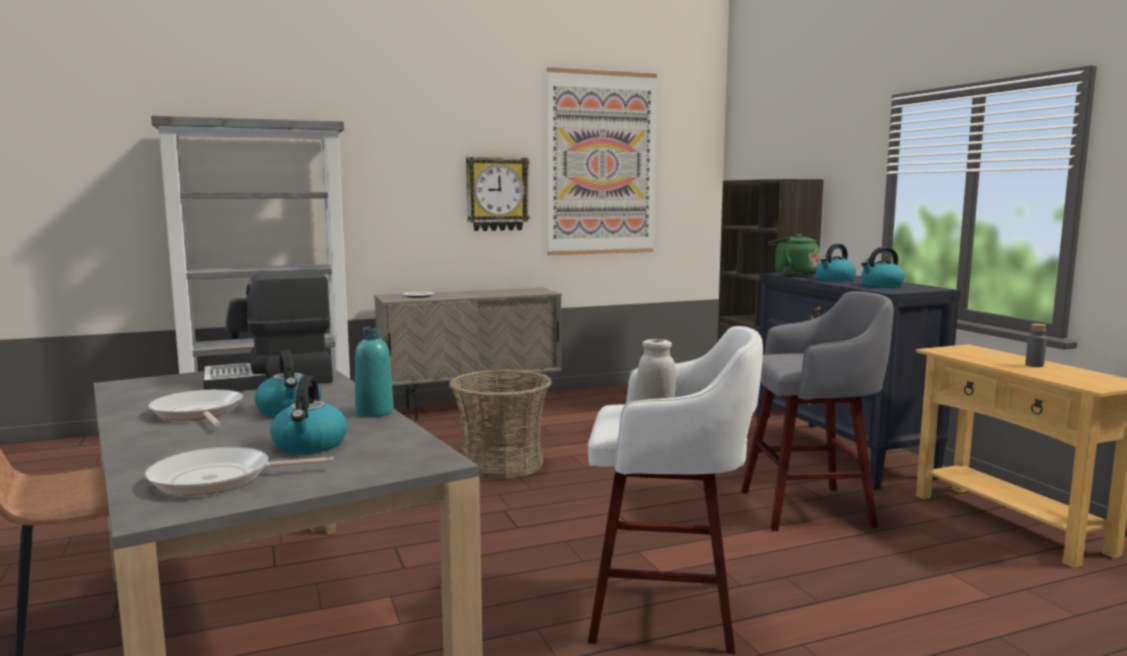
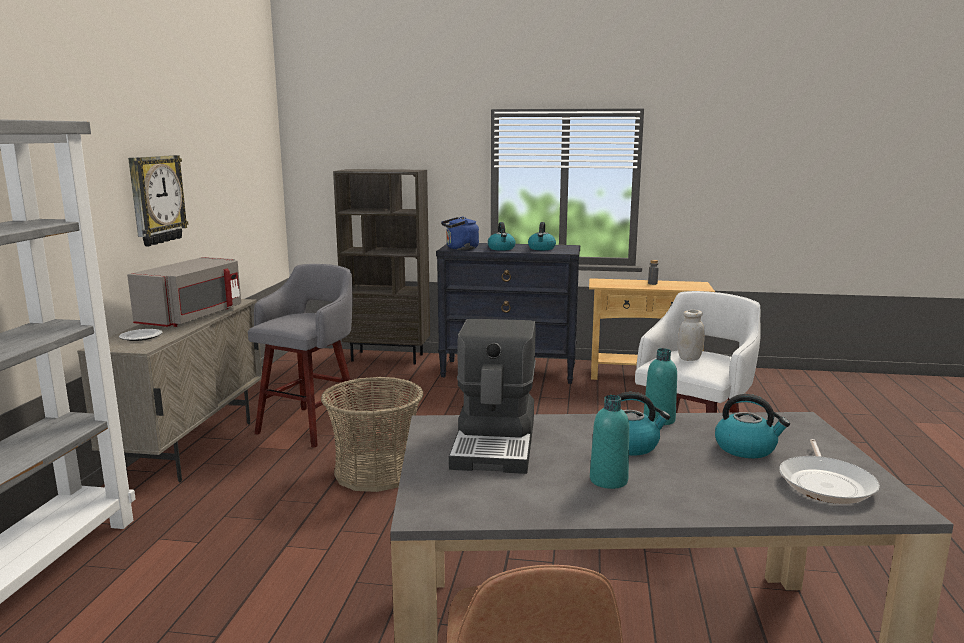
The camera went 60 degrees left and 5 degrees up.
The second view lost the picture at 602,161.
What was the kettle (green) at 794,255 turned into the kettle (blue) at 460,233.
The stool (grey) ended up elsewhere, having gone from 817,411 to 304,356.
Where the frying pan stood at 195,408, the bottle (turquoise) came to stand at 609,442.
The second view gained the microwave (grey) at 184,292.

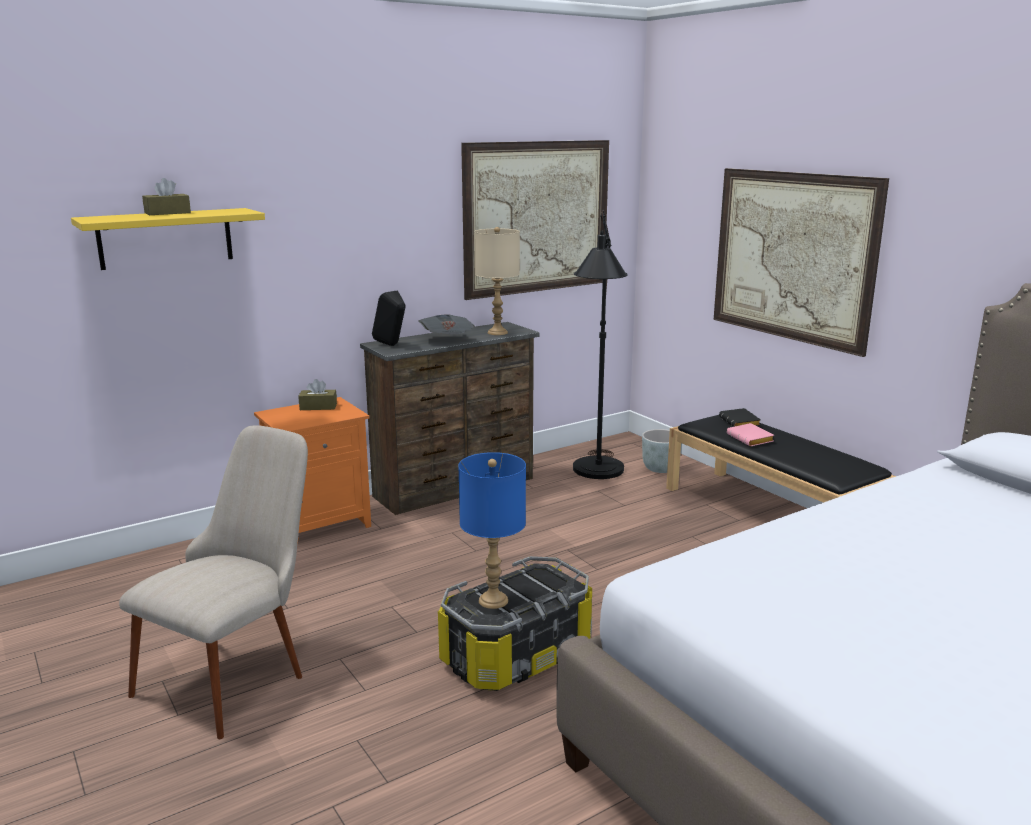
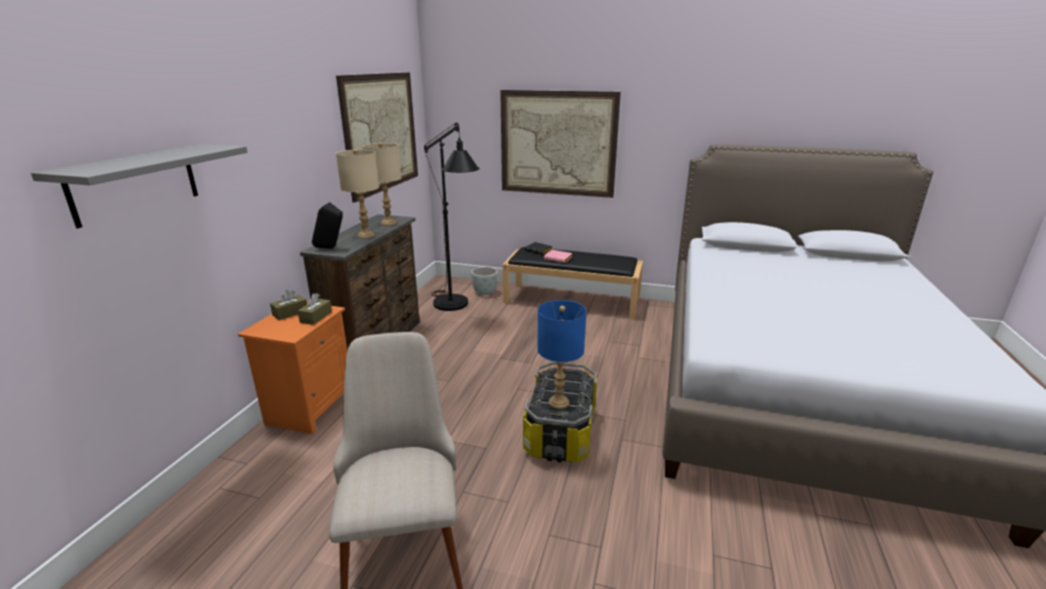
The camera went 40 degrees left and 5 degrees up.
The tissue box (brown) ended up elsewhere, having gone from 166,196 to 315,309.
What was the shelf (yellow) at 168,239 turned into the shelf (grey) at 139,186.
Where the newspaper stood at 446,324, the table lamp (beige) came to stand at 357,193.

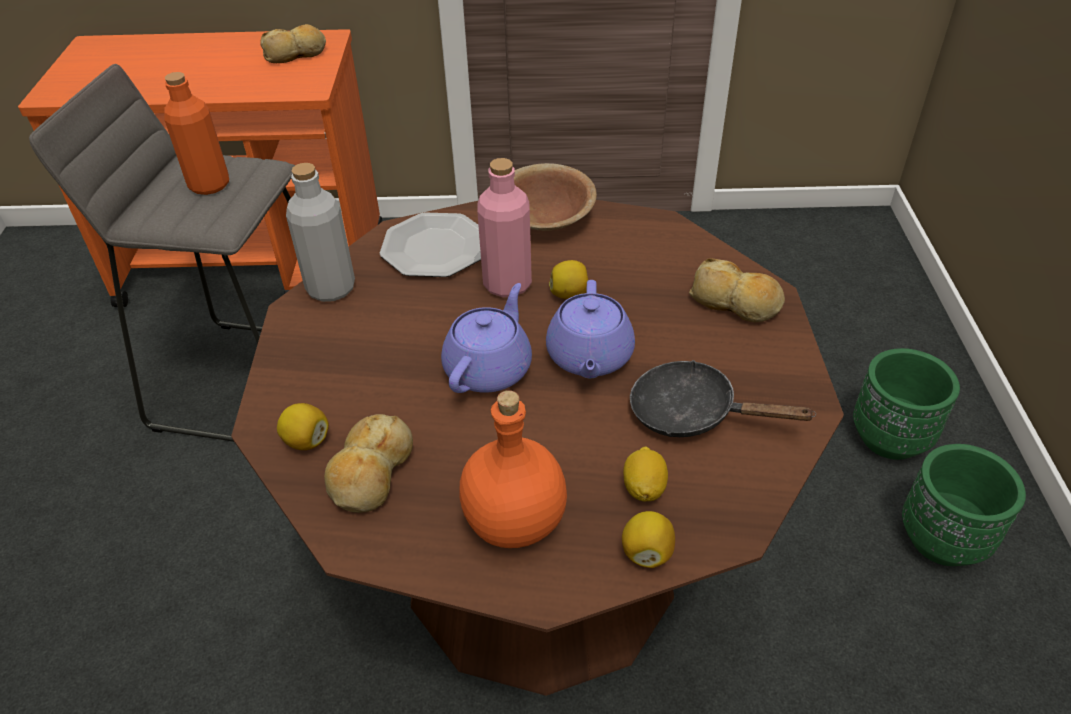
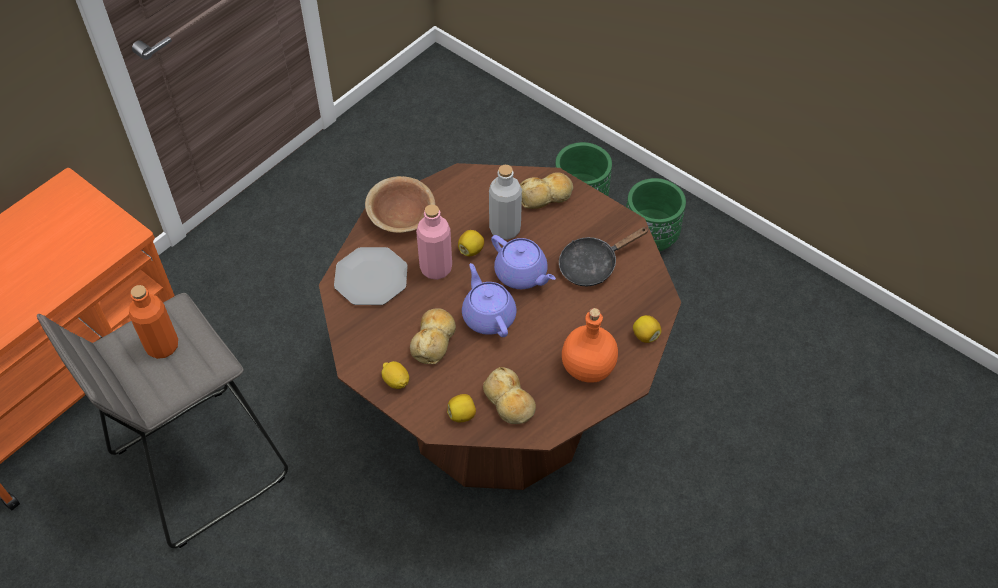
The camera went 50 degrees left and 10 degrees up.
The bread ended up elsewhere, having gone from 293,43 to 433,336.
The bottle (grey) ended up elsewhere, having gone from 320,232 to 505,202.
The lemon ended up elsewhere, having gone from 645,473 to 395,375.

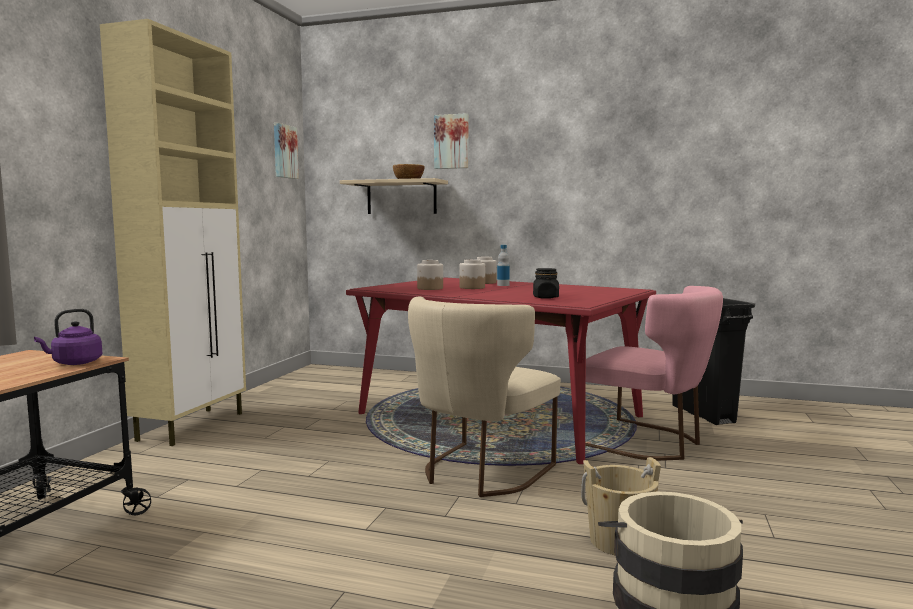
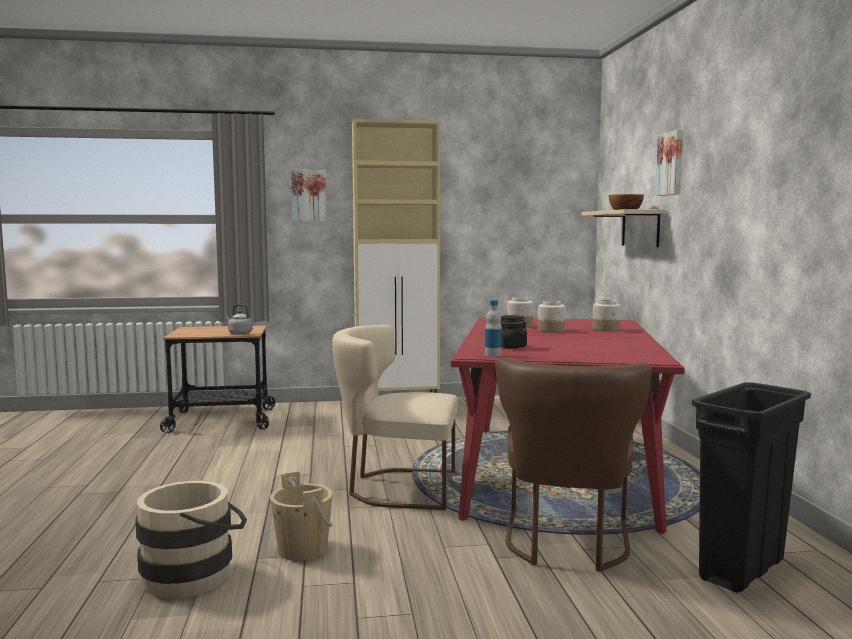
The camera went 65 degrees right and 0 degrees up.
The picture ended up elsewhere, having gone from 286,151 to 308,196.
The bottle ended up elsewhere, having gone from 503,265 to 493,328.
What was the chair (pink) at 654,373 turned into the chair (brown) at 573,464.
What was the kettle (purple) at 68,337 turned into the kettle (grey) at 239,319.

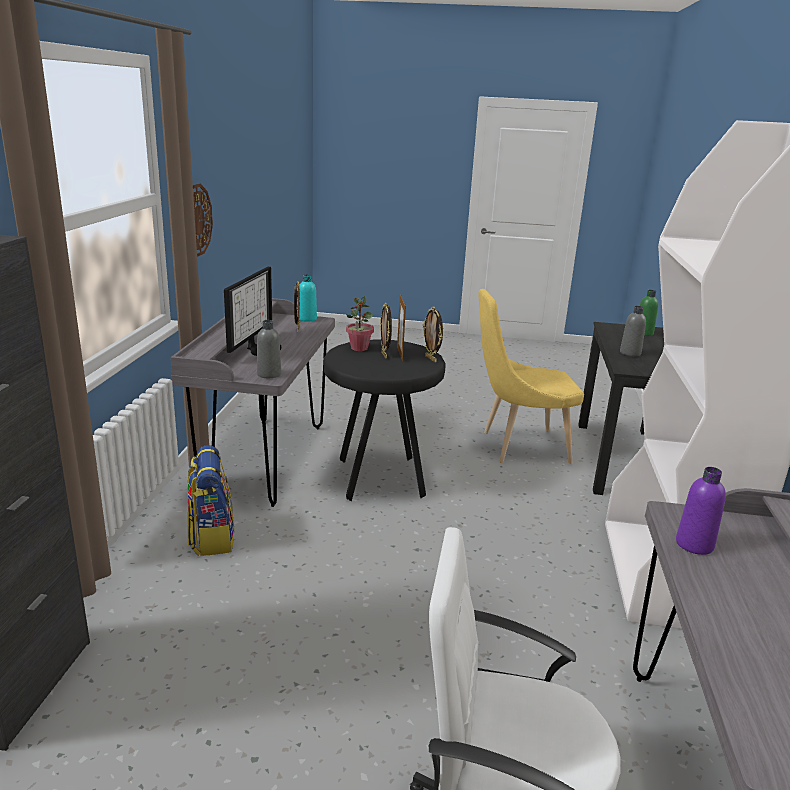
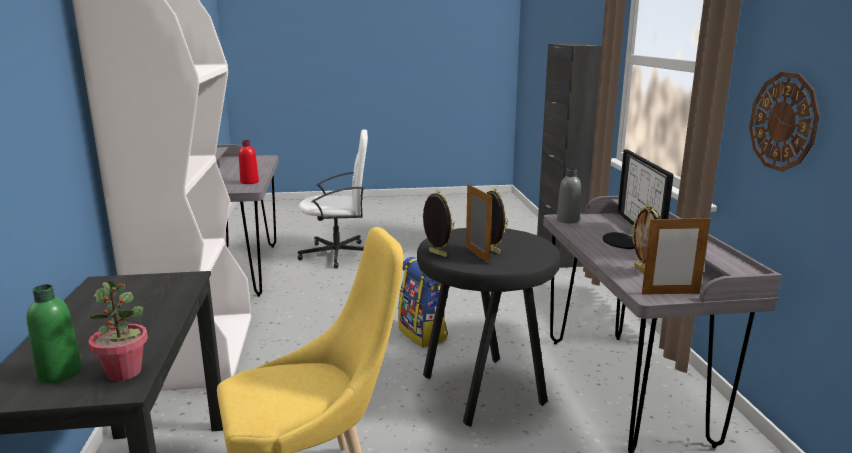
The camera went 165 degrees right and 5 degrees down.
Where the bottle (turquoise) stood at 308,298, the picture frame came to stand at 676,255.
The potted plant ended up elsewhere, having gone from 360,323 to 118,330.
The second view lost the bottle (grey) at 633,331.
The backpack ended up elsewhere, having gone from 210,500 to 423,302.
What was the bottle (purple) at 701,511 turned into the bottle (red) at 249,162.

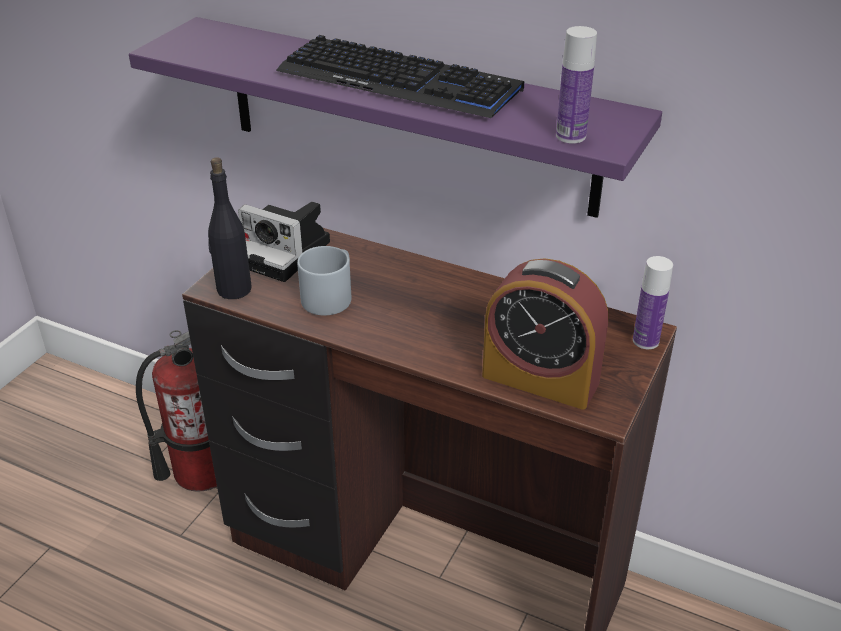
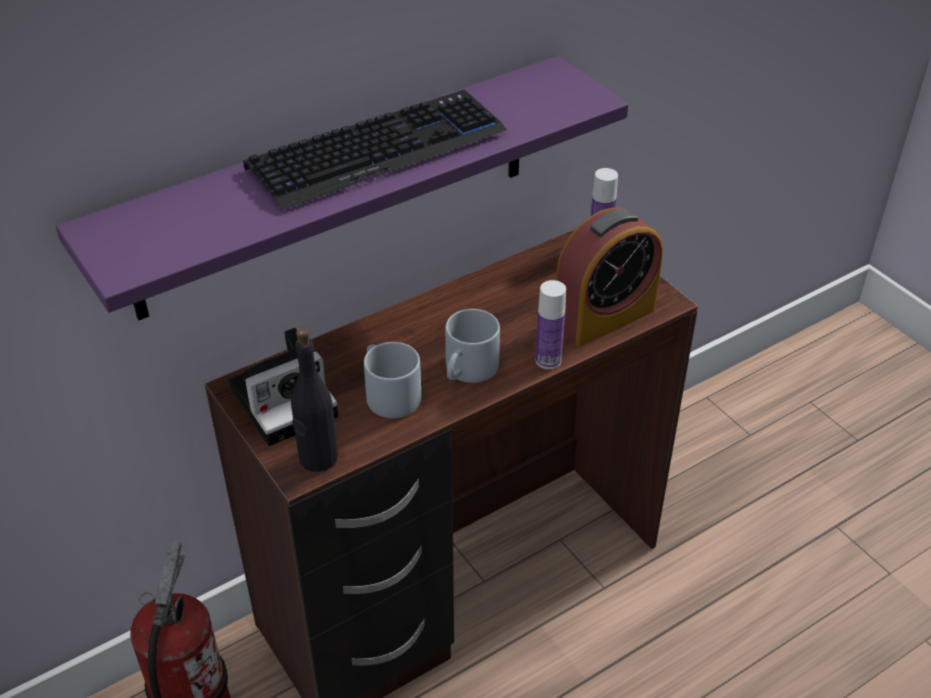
The camera went 60 degrees left and 5 degrees up.
The bottle ended up elsewhere, having gone from 576,84 to 551,324.
The second view gained the mug (grey) at 472,346.

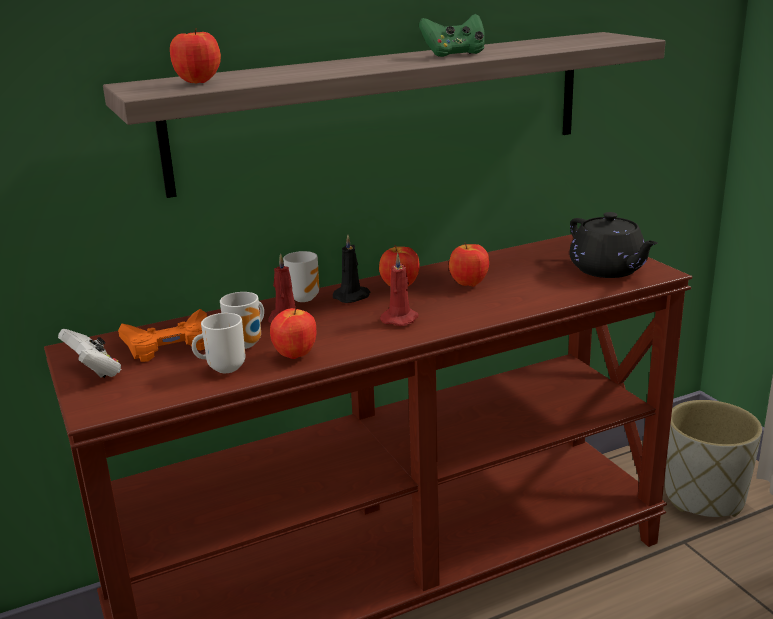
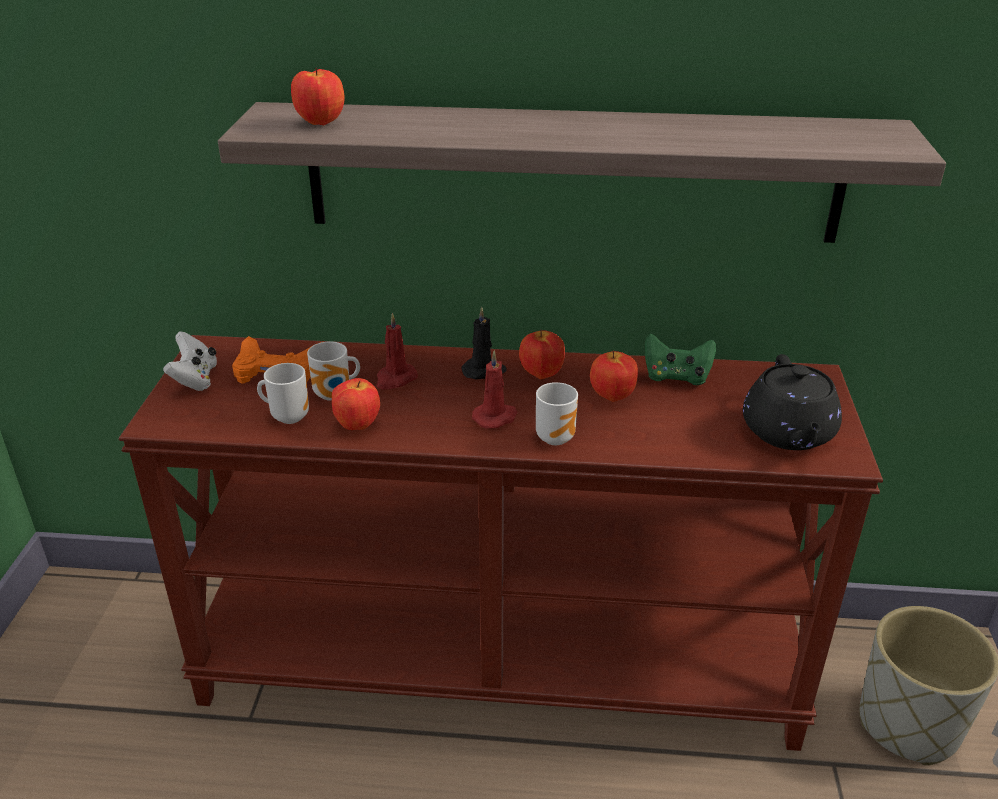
The camera went 30 degrees right and 10 degrees up.
The game controller (green) ended up elsewhere, having gone from 452,35 to 680,359.
The mug ended up elsewhere, having gone from 301,276 to 557,413.

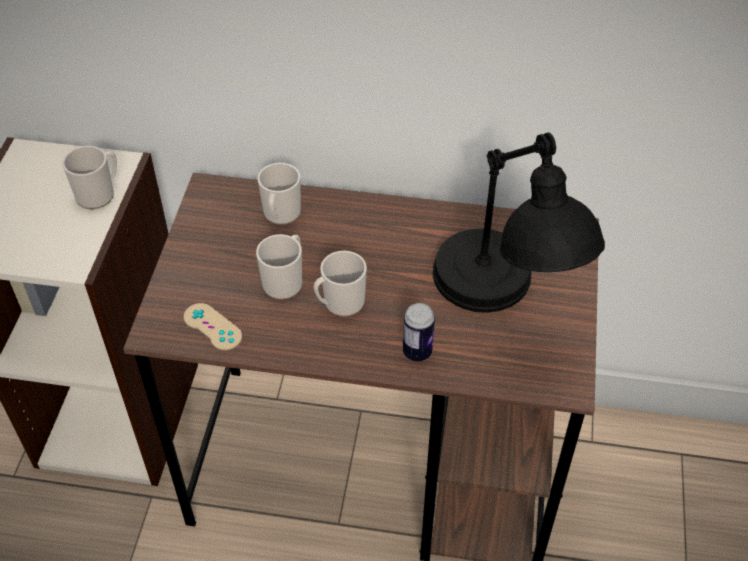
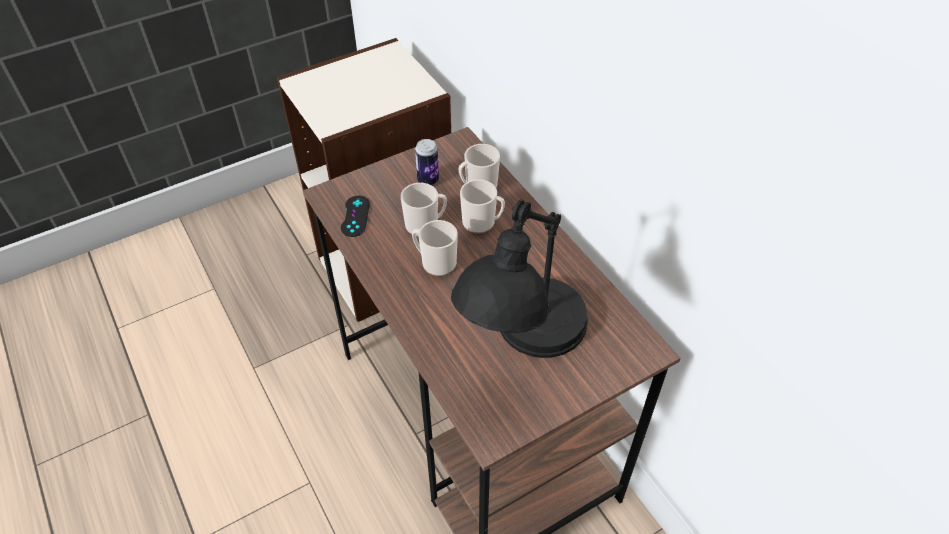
The camera went 50 degrees right and 0 degrees up.
The mug ended up elsewhere, having gone from 89,177 to 482,206.
What was the game controller (beige) at 213,326 turned into the game controller (black) at 355,216.
The can ended up elsewhere, having gone from 419,332 to 427,162.

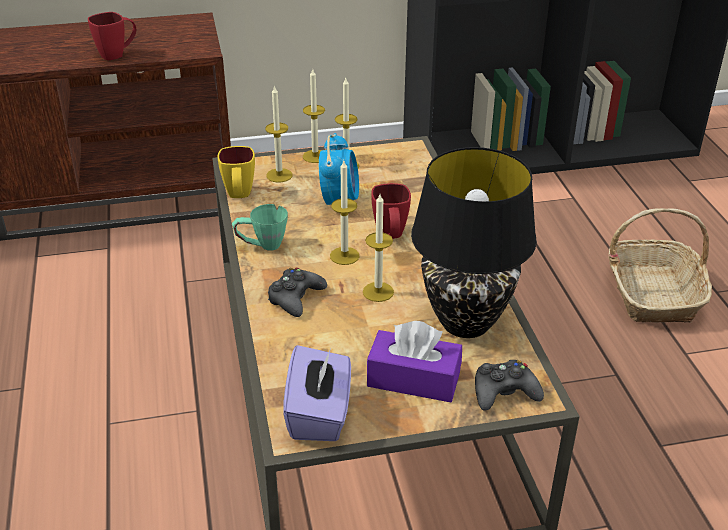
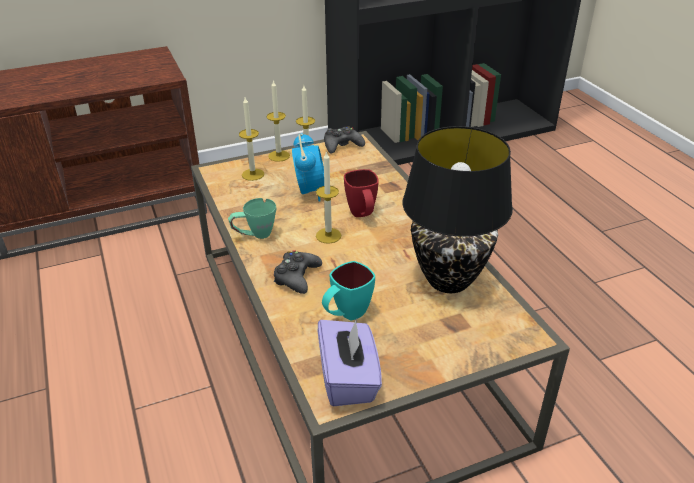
The camera went 10 degrees left and 0 degrees up.
The second view lost the mug (red) at 112,36.
The second view lost the mug (yellow) at 236,172.
The second view lost the candle at 378,248.
The second view lost the basket at 660,265.
The second view lost the tissue box (purple) at 414,361.
The game controller (black) ended up elsewhere, having gone from 509,385 to 344,140.
The second view gained the mug (turquoise) at 348,291.

